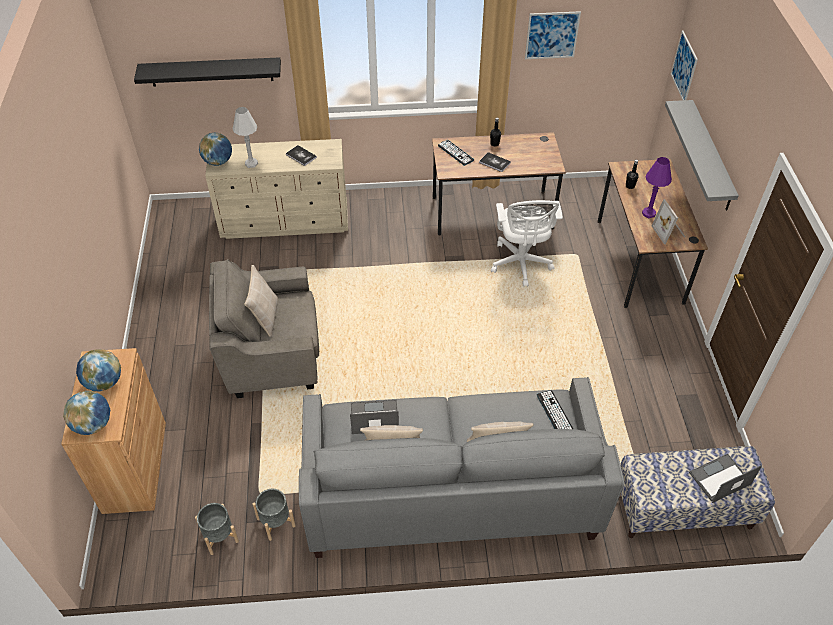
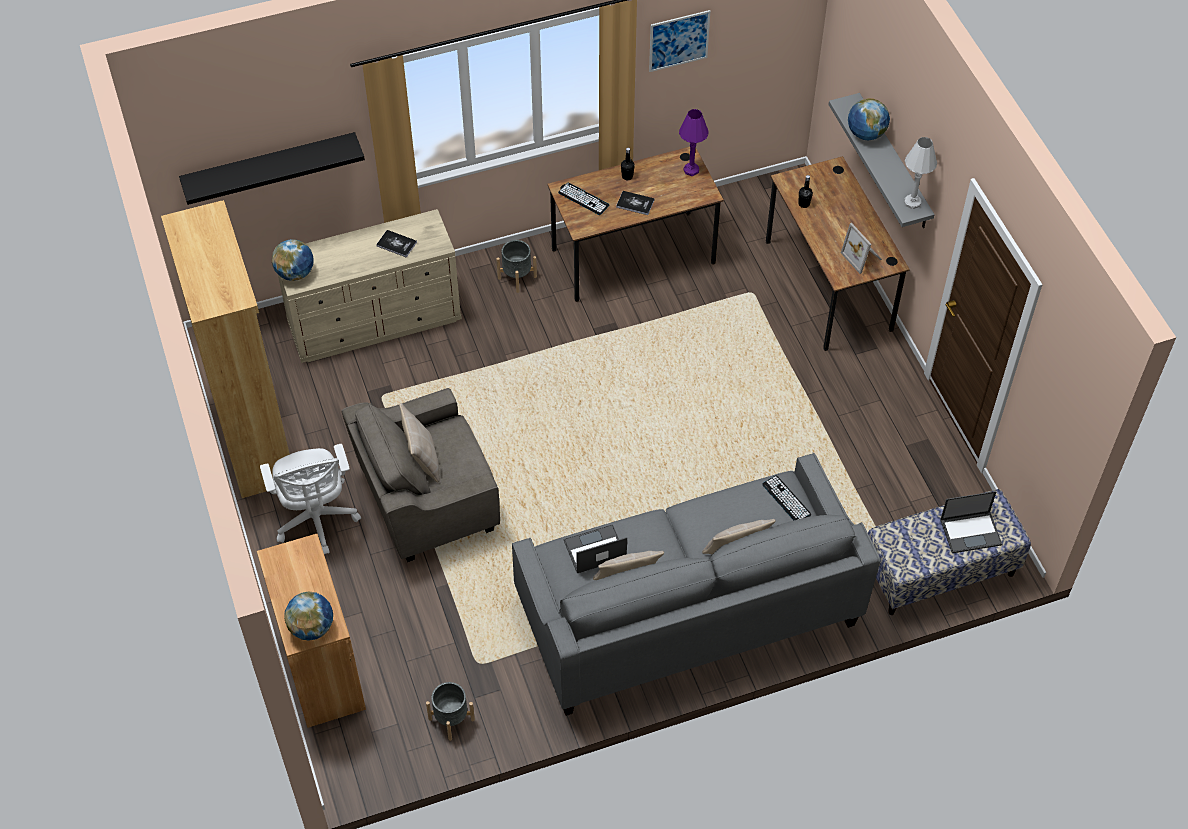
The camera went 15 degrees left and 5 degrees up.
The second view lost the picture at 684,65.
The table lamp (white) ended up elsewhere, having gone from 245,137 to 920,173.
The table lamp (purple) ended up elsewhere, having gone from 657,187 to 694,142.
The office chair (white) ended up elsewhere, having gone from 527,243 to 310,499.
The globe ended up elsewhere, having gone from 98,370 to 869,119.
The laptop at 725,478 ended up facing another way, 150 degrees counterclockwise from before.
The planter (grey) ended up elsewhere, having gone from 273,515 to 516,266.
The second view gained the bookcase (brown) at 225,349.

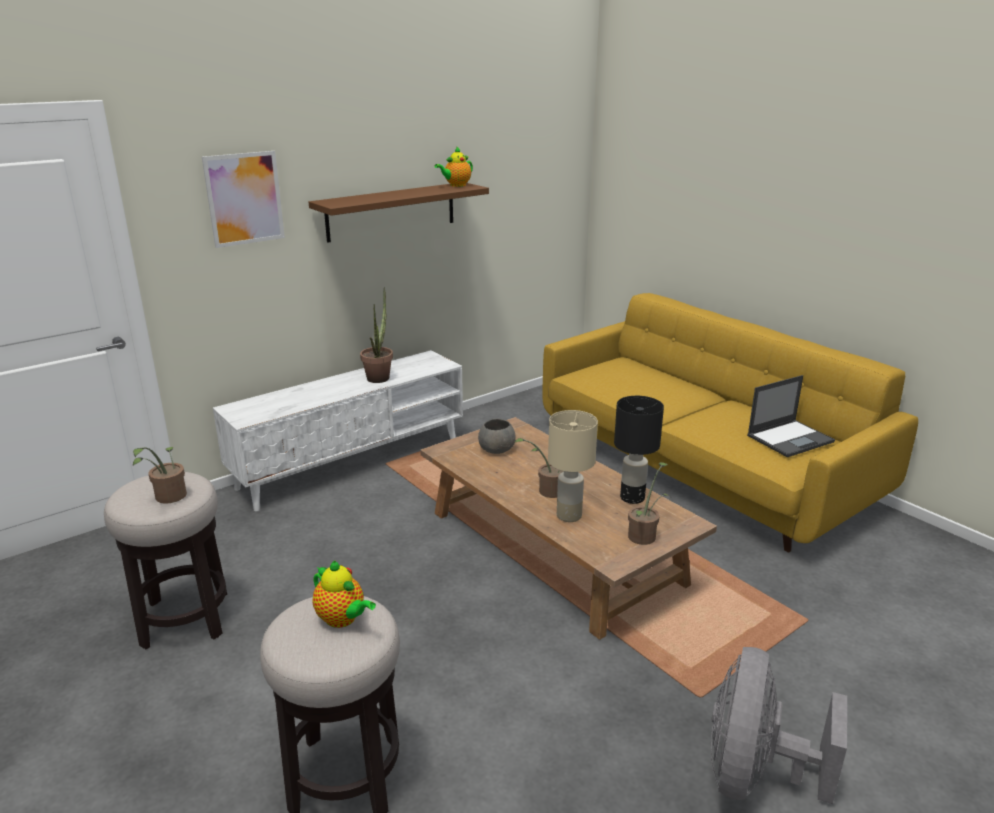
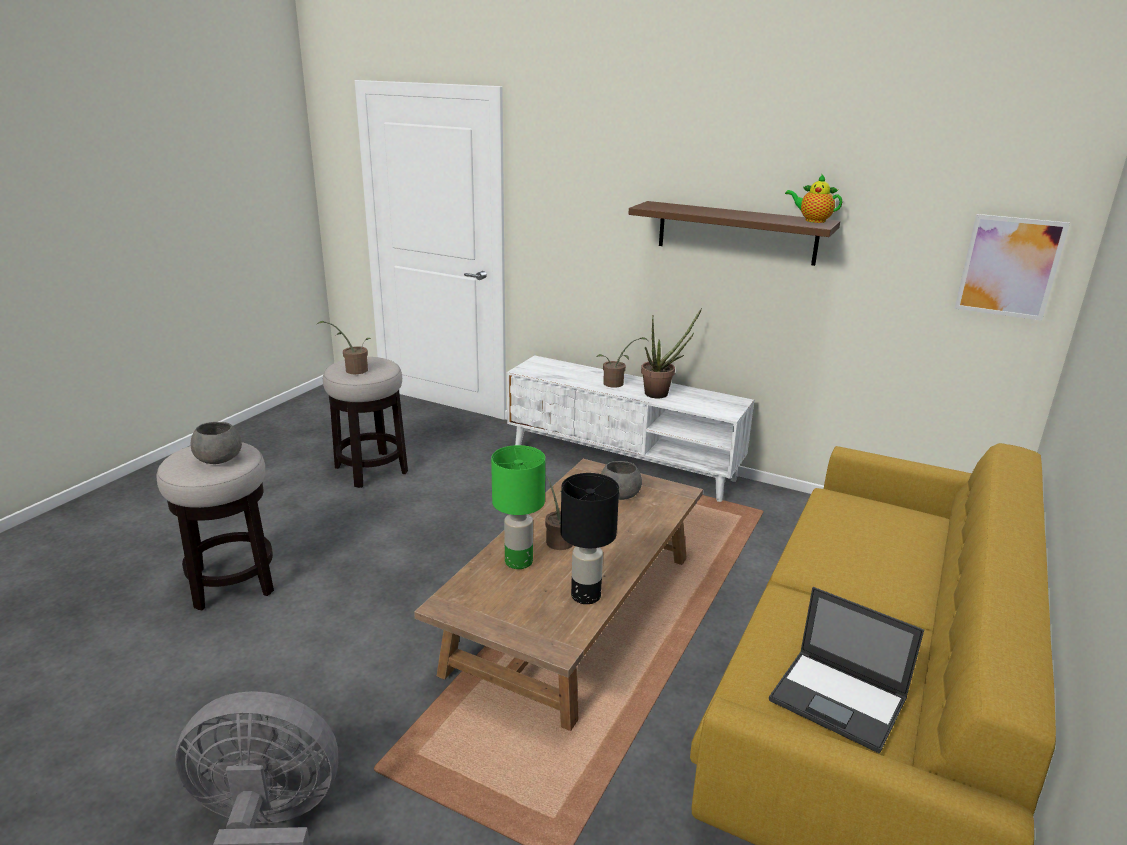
The camera went 65 degrees right and 0 degrees up.
The picture ended up elsewhere, having gone from 243,199 to 1012,267.
What was the table lamp (beige) at 573,466 turned into the table lamp (green) at 518,507.
The potted plant ended up elsewhere, having gone from 649,503 to 622,362.
Where the teapot stood at 344,594, the bowl (grey) came to stand at 216,443.

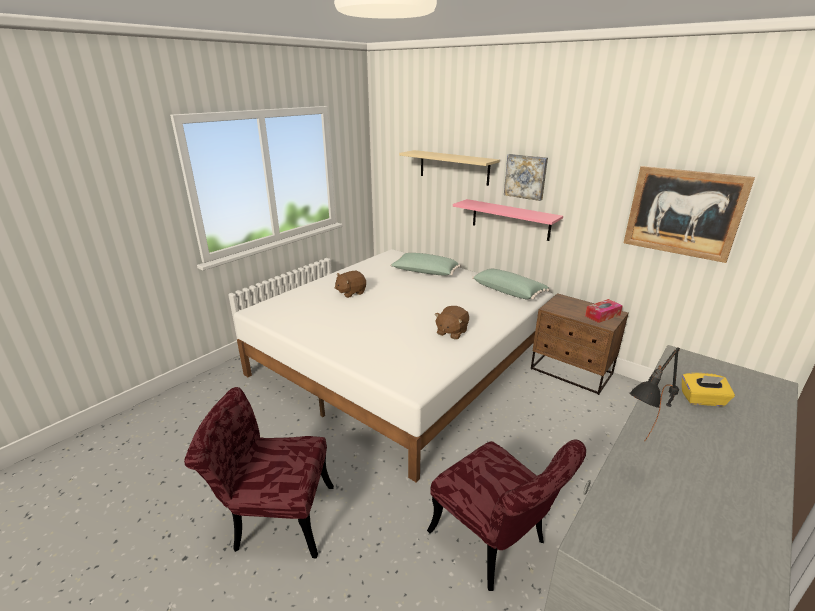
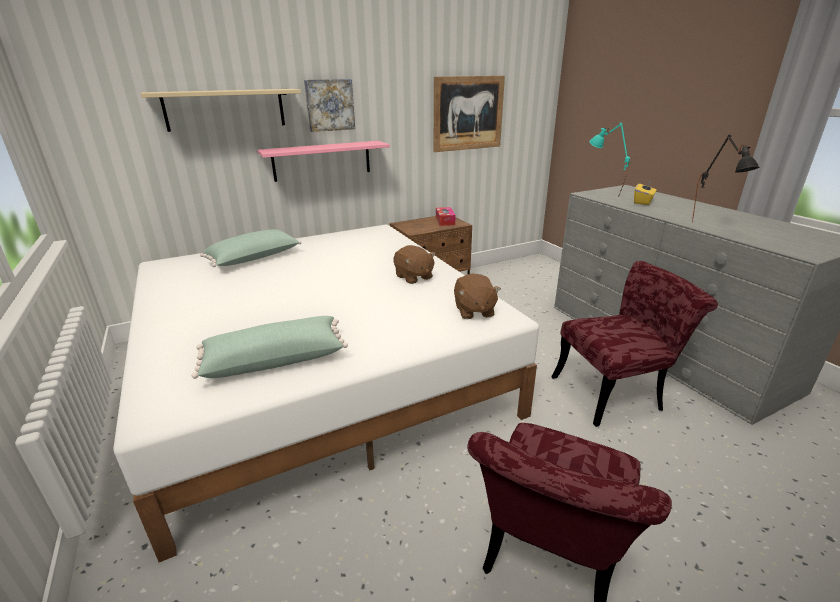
The camera went 65 degrees left and 0 degrees up.
The pillow (green) ended up elsewhere, having gone from 510,284 to 269,347.
The plush toy (brown) ended up elsewhere, having gone from 350,284 to 477,296.
The second view gained the table lamp (turquoise) at 609,160.

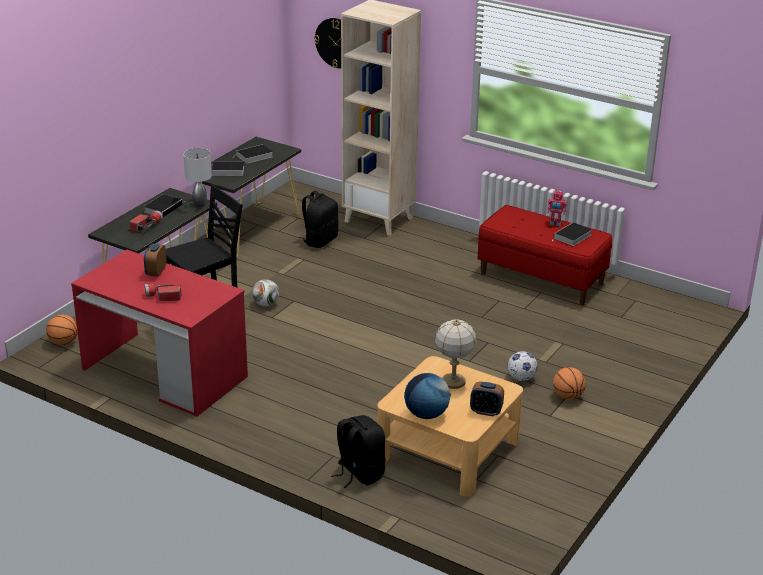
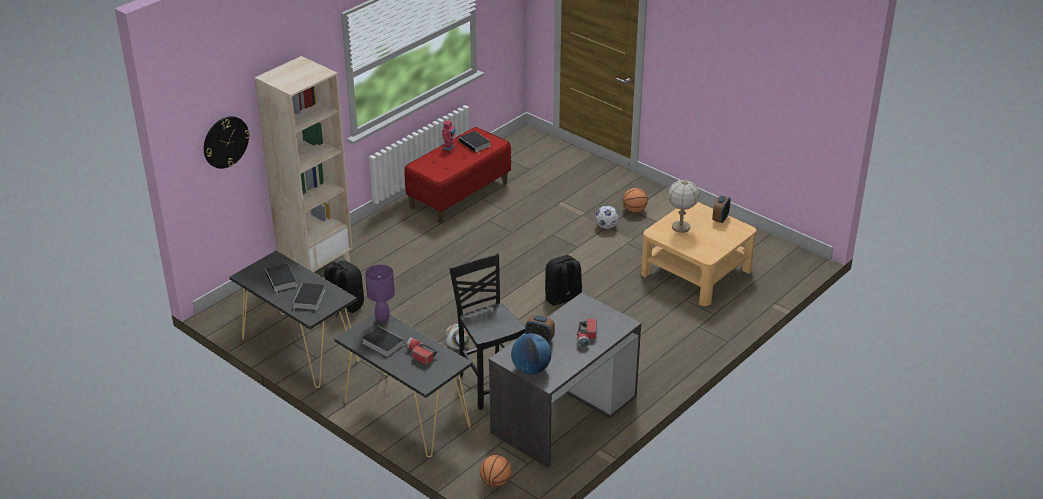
The camera went 80 degrees left and 5 degrees up.
What was the table lamp (grey) at 197,177 turned into the table lamp (purple) at 380,293.
What was the desk (red) at 159,333 turned into the desk (grey) at 565,380.
The globe ended up elsewhere, having gone from 427,396 to 531,354.
The backpack (black) ended up elsewhere, having gone from 358,451 to 563,280.

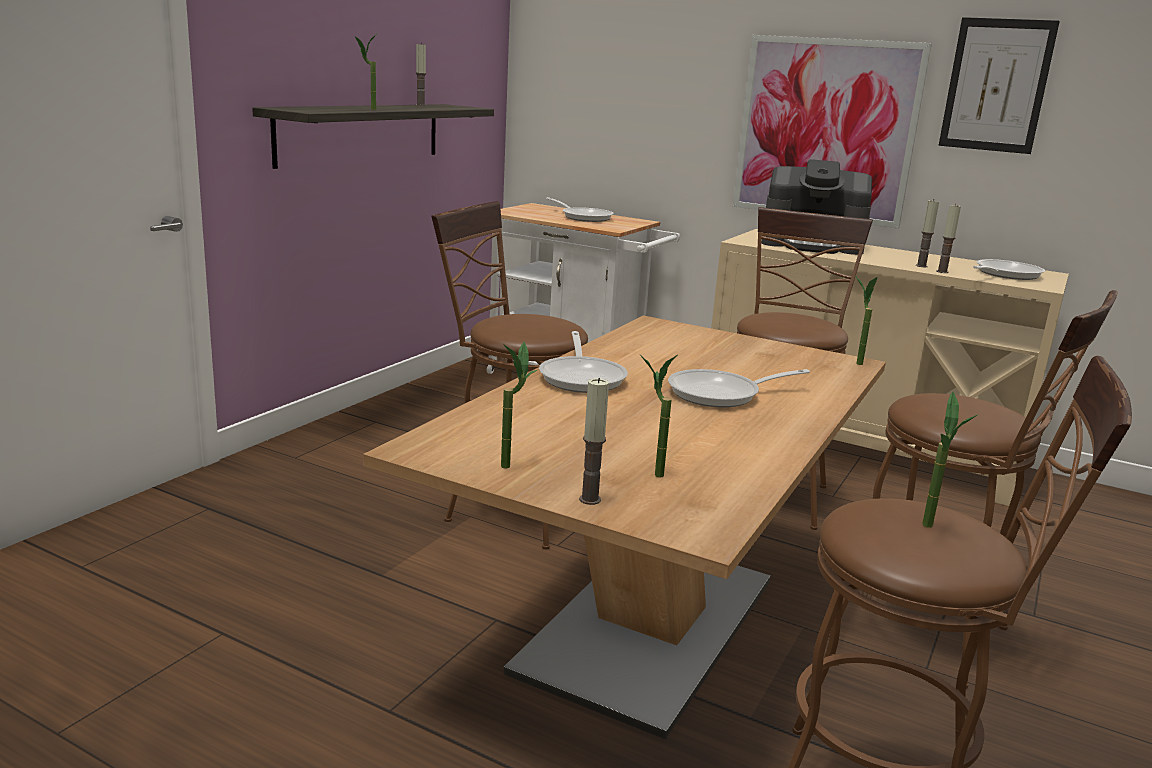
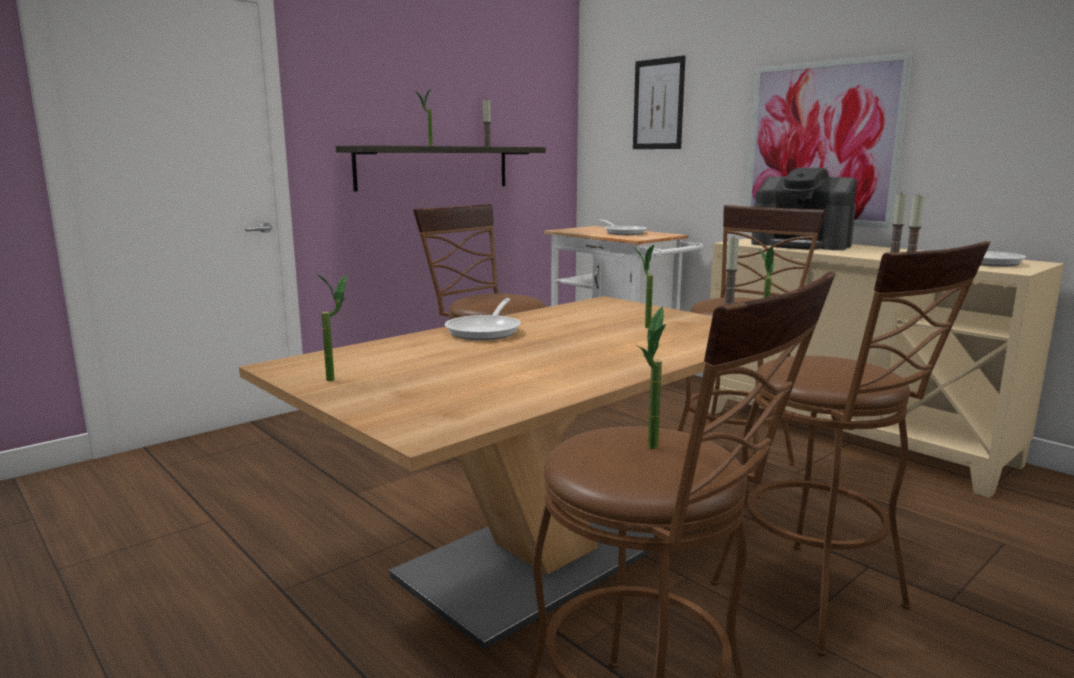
The camera went 20 degrees right and 5 degrees down.
The picture ended up elsewhere, having gone from 999,85 to 659,102.
The potted plant ended up elsewhere, having gone from 658,416 to 643,286.
The second view lost the frying pan at 739,388.
The candle ended up elsewhere, having gone from 594,441 to 731,271.

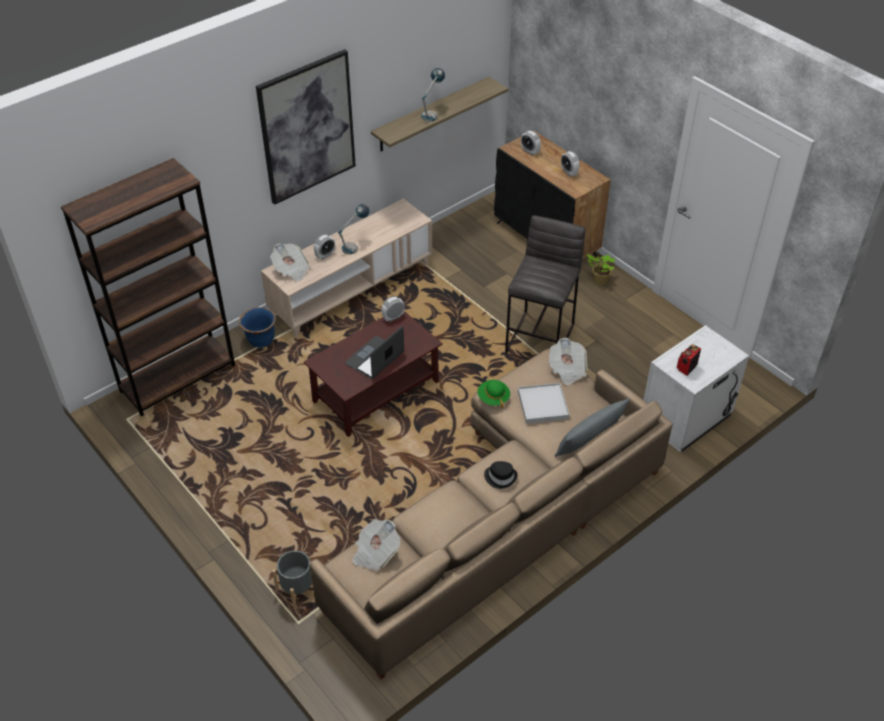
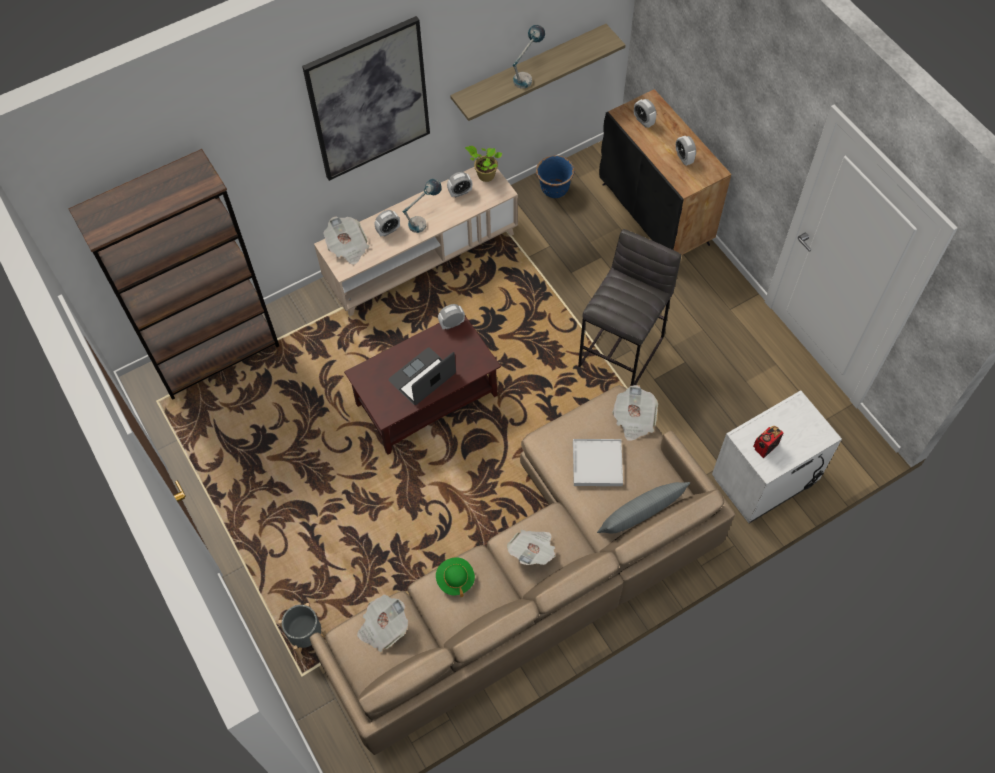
The camera went 10 degrees right and 15 degrees up.
The potted plant ended up elsewhere, having gone from 601,269 to 483,164.
The planter (blue) ended up elsewhere, having gone from 257,327 to 555,176.
The hat (green) ended up elsewhere, having gone from 494,394 to 455,577.
Where the hat (black) stood at 501,475, the newspaper came to stand at 531,547.
The second view gained the alarm clock at 459,185.

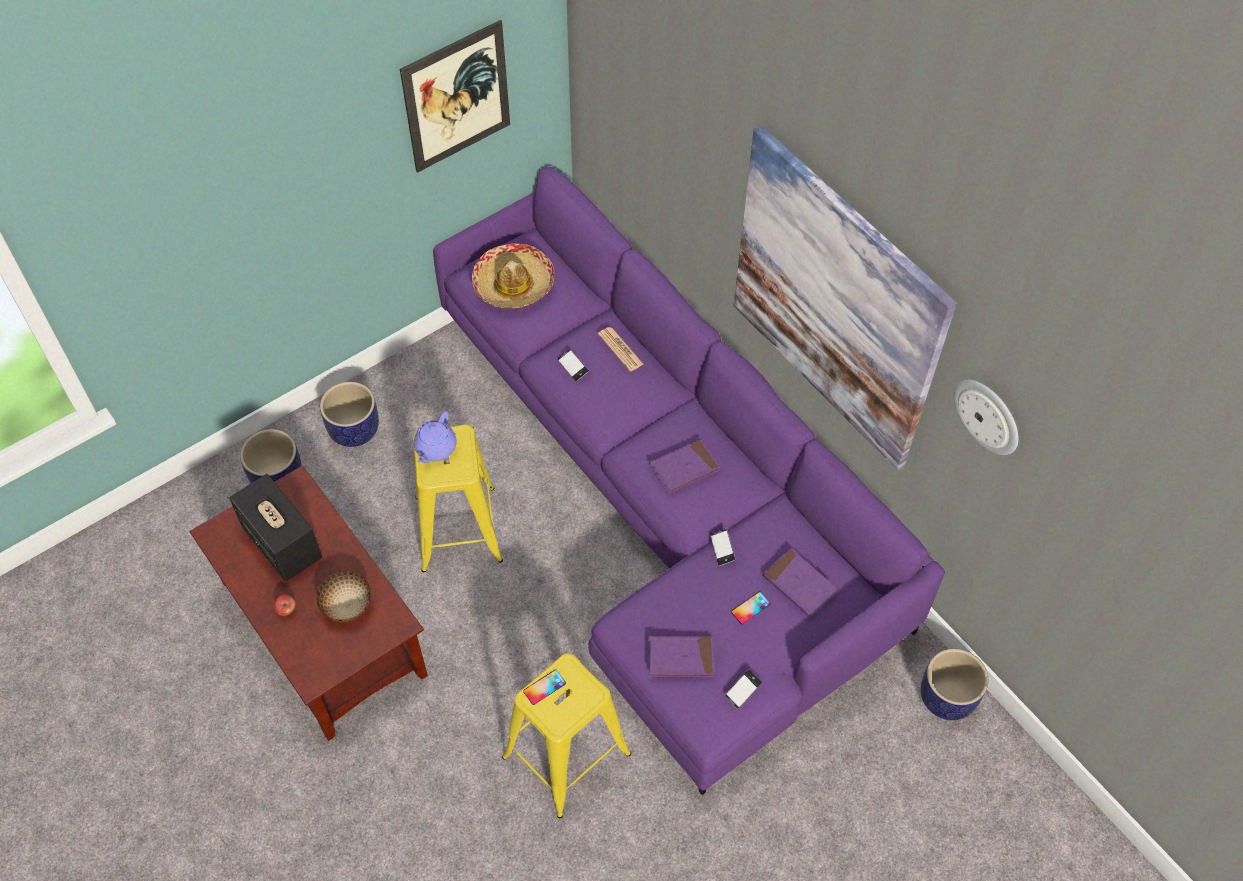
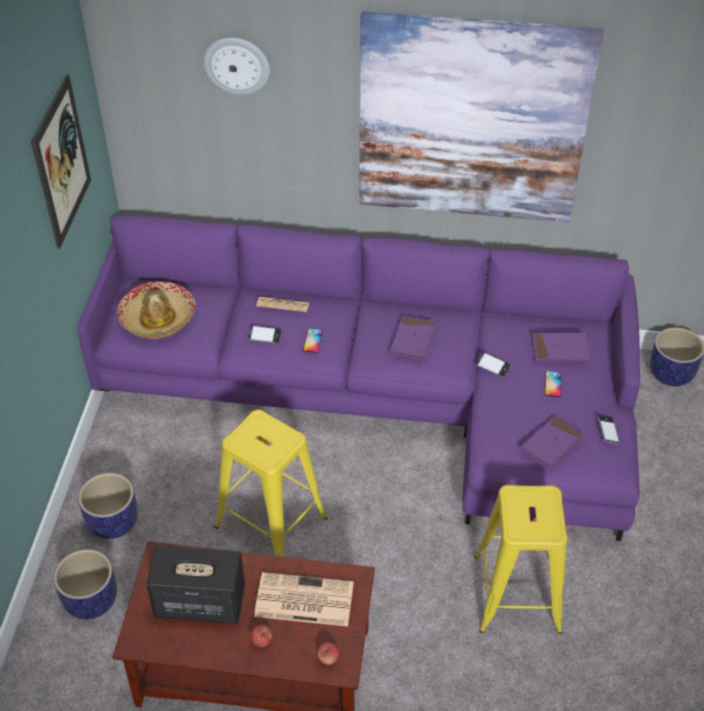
The camera went 45 degrees left and 10 degrees down.
The wall clock ended up elsewhere, having gone from 986,417 to 237,66.
The second view lost the teapot (purple) at 435,437.
Where the bowl stood at 343,596, the newspaper came to stand at 304,599.
The phone ended up elsewhere, having gone from 544,687 to 313,340.
The second view gained the apple at 328,653.

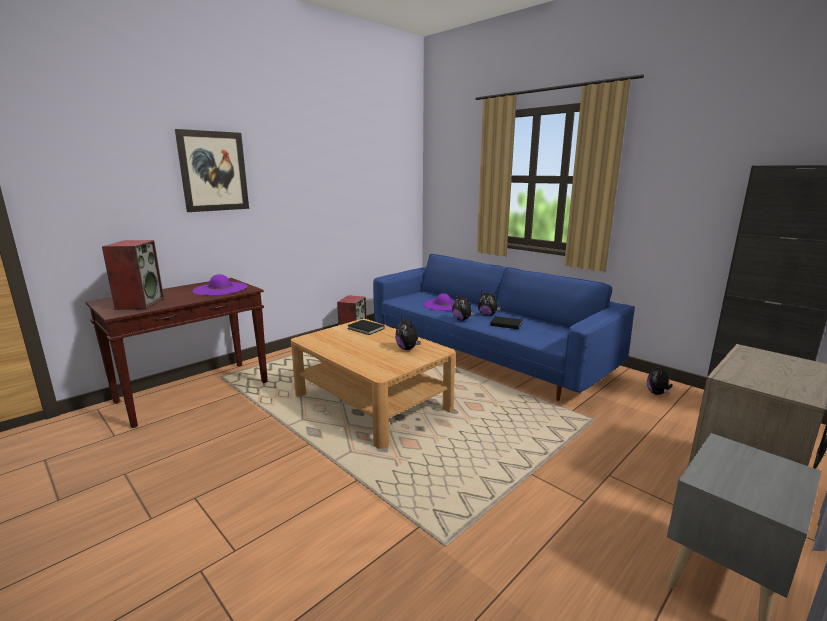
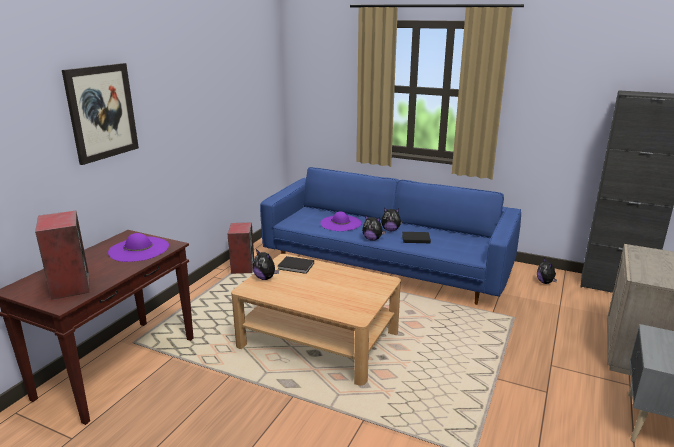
The camera went 20 degrees left and 5 degrees up.
The plush toy ended up elsewhere, having gone from 408,333 to 266,264.

